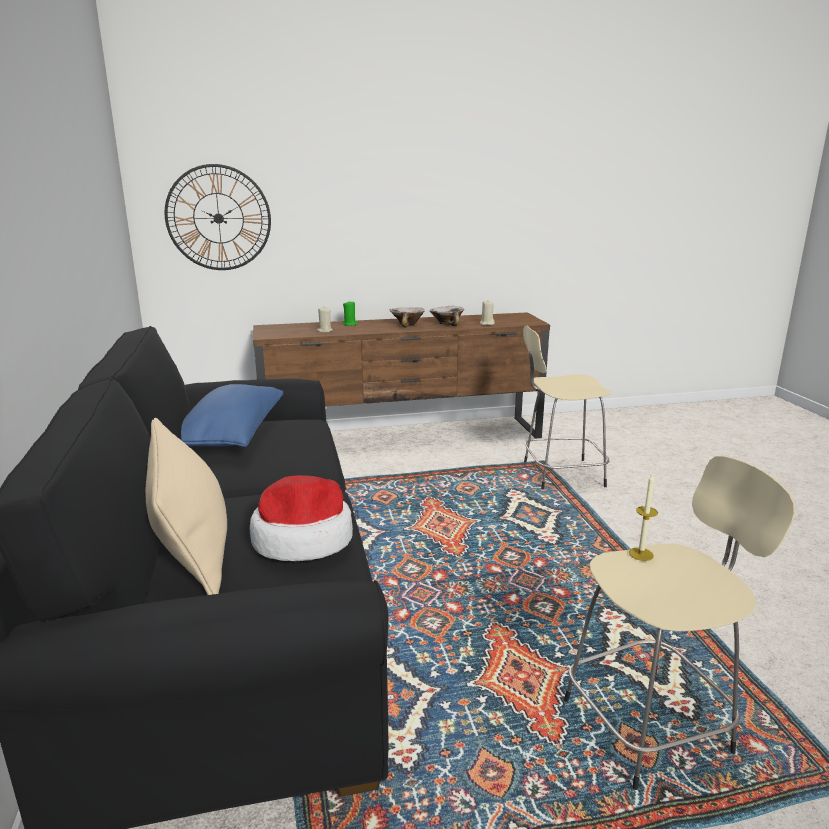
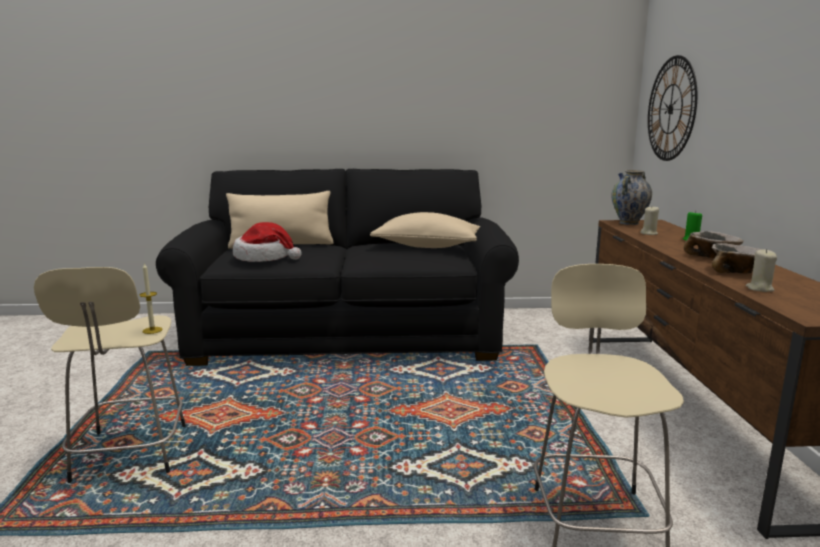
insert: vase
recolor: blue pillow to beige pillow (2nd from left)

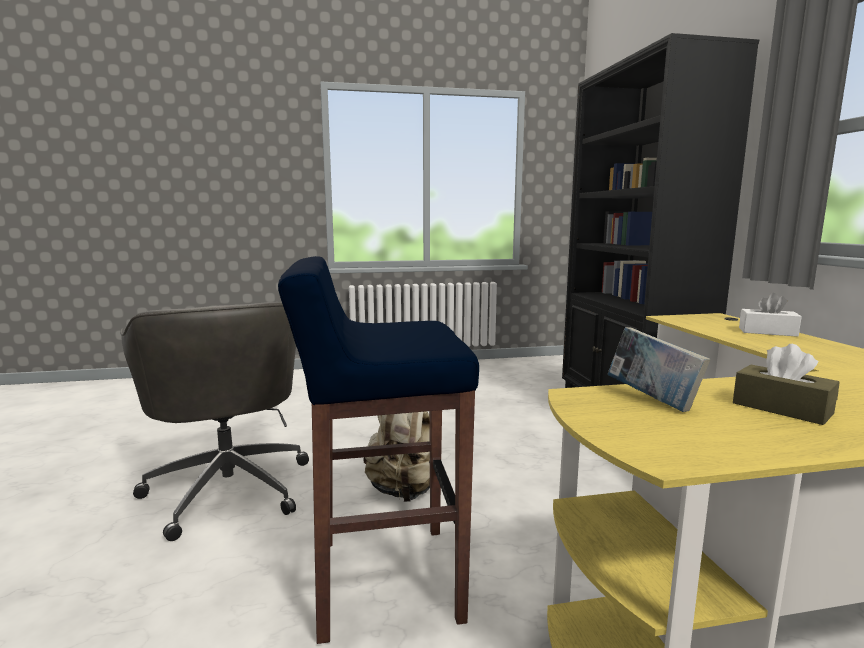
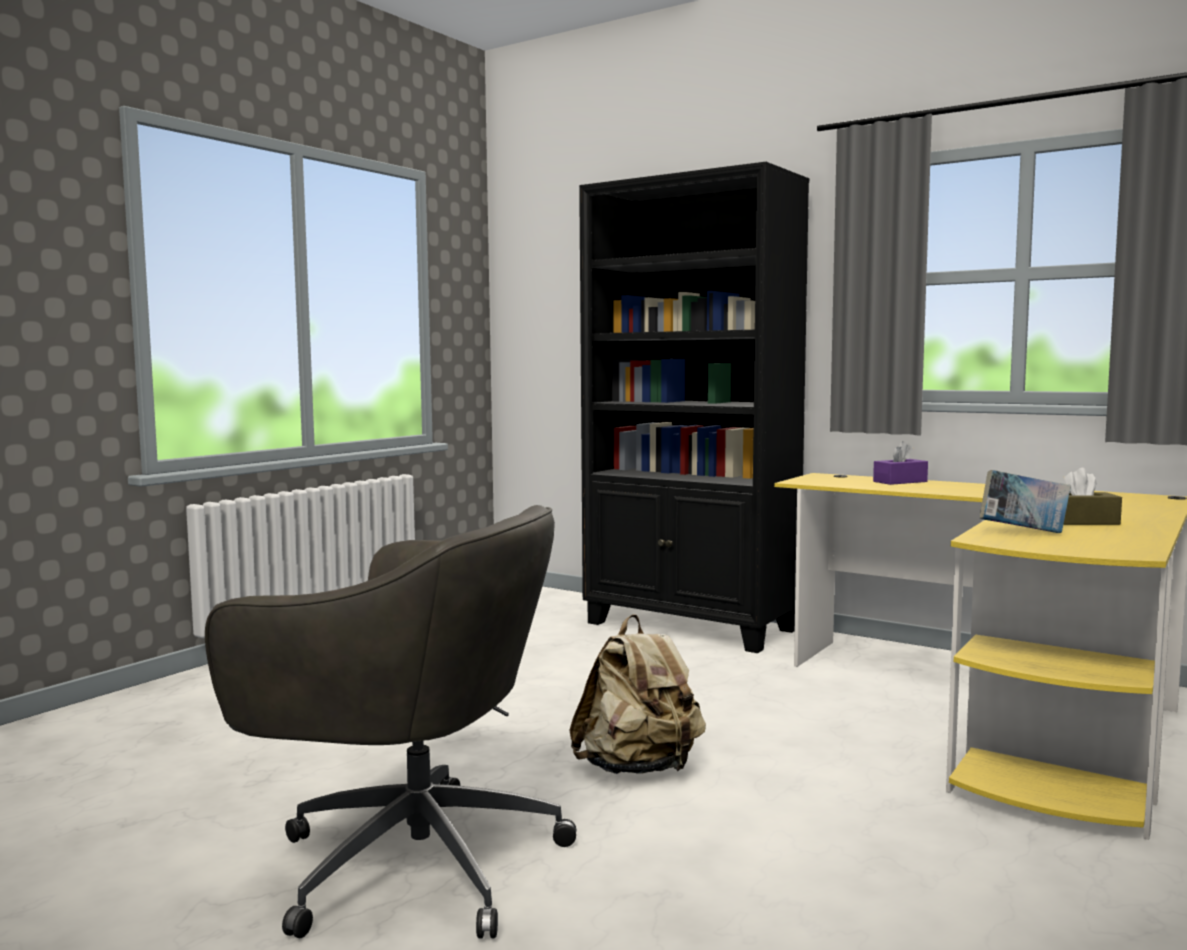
delete: blue stool
recolor: white tissue box to purple tissue box

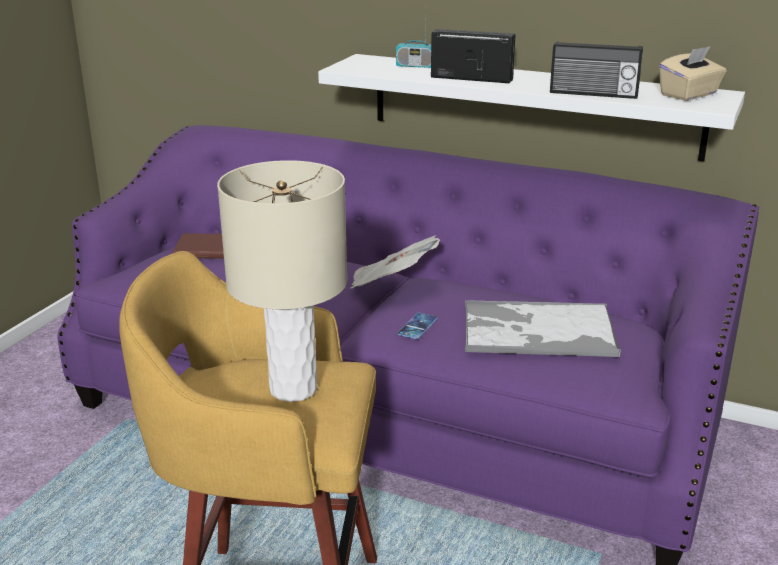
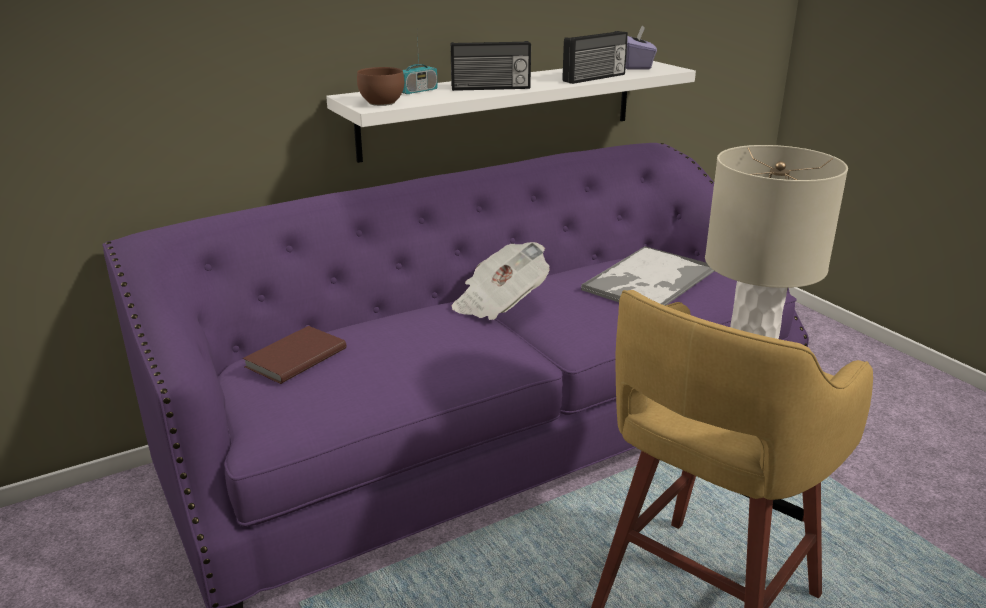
delete: phone
insert: brown bowl
recolor: beige tissue box to purple tissue box
rotate: radio (2nd from left) 150 degrees counterclockwise

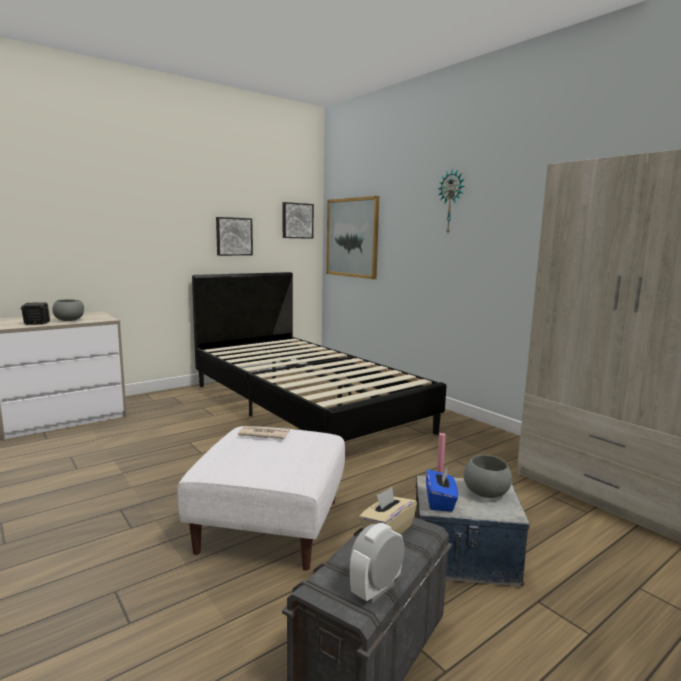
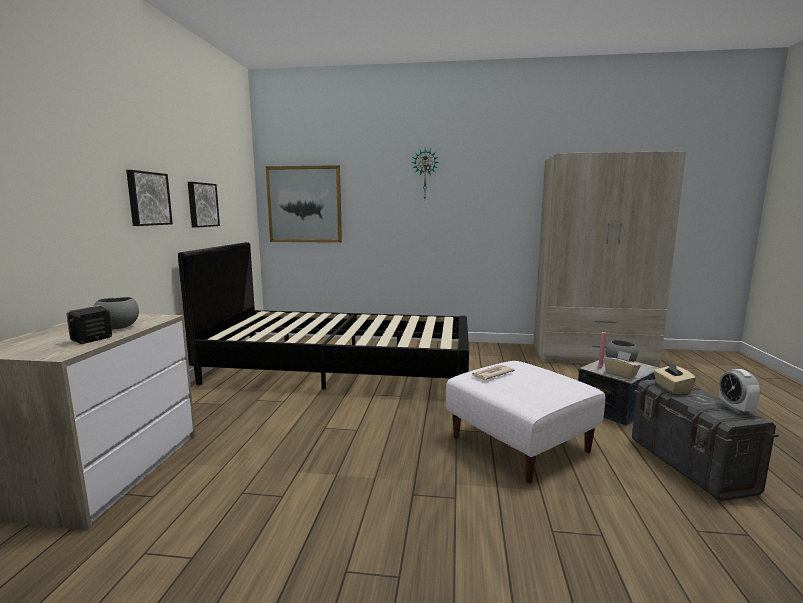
move: picture (2nd from left in the first image) to picture (1st from left)
recolor: blue tissue box to beige tissue box (1st from left)

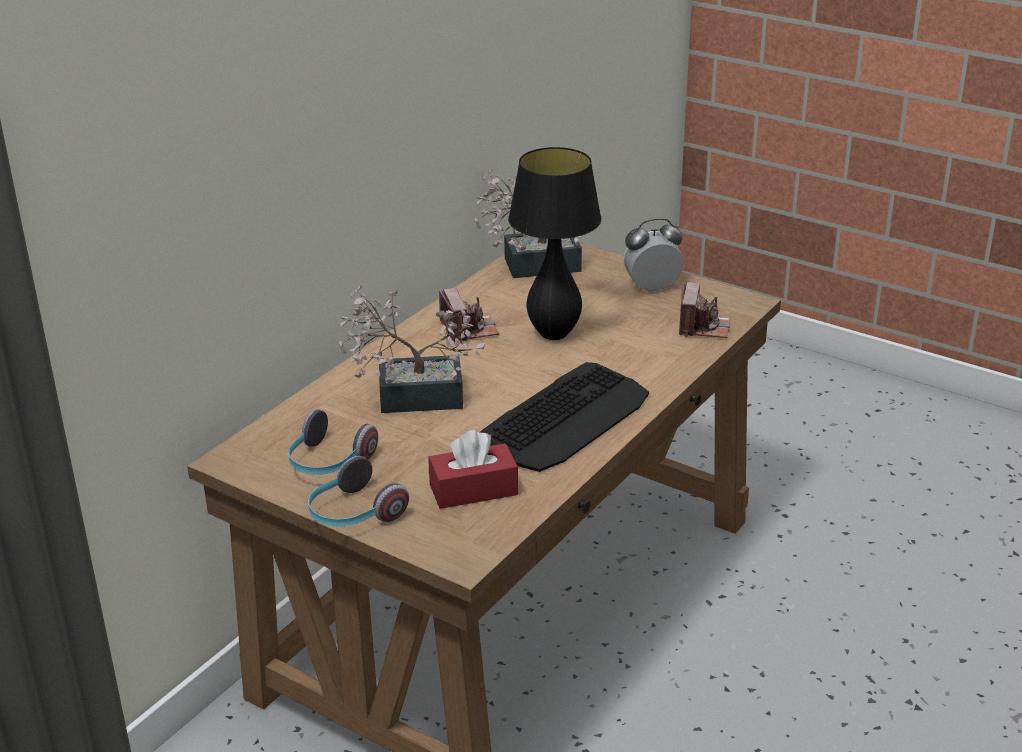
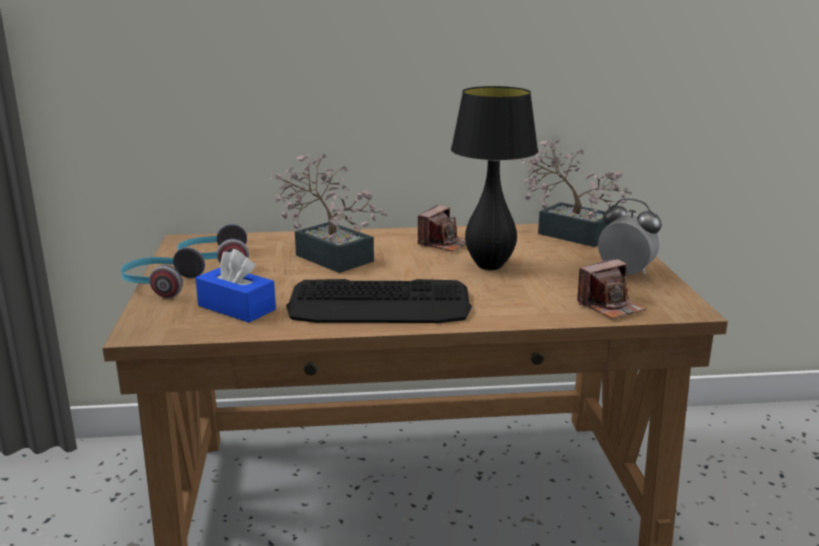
recolor: red tissue box to blue tissue box

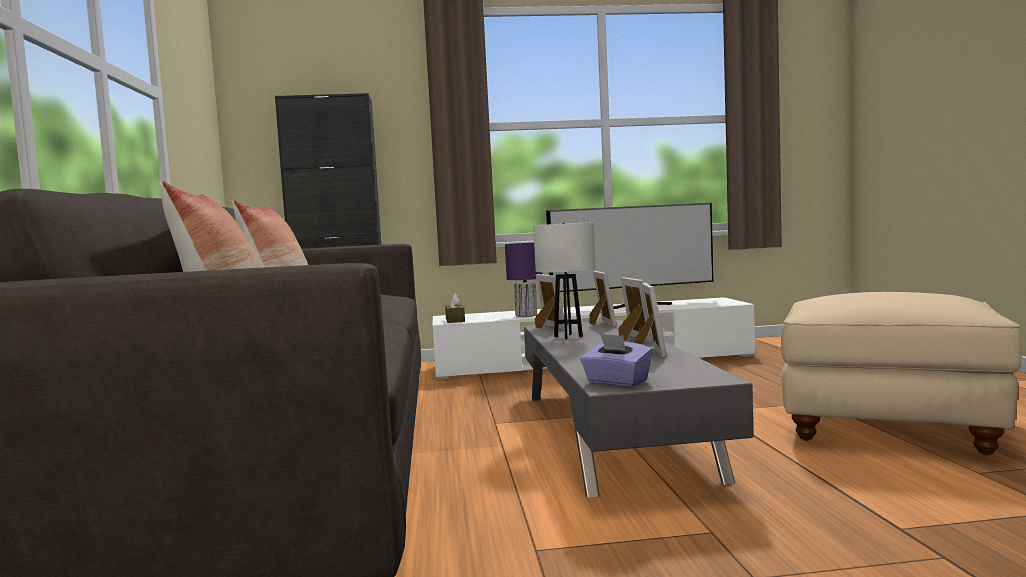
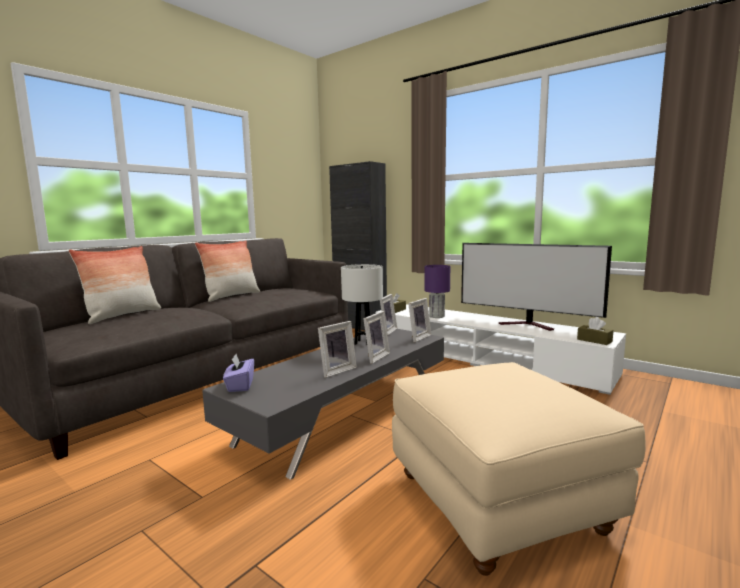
insert: brown tissue box (2nd from left)

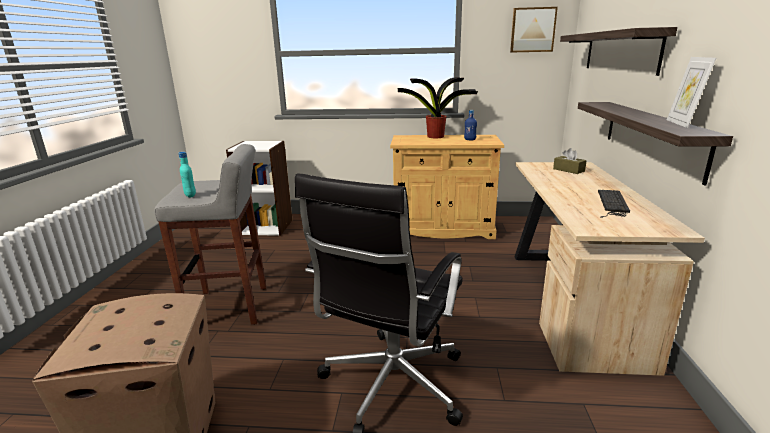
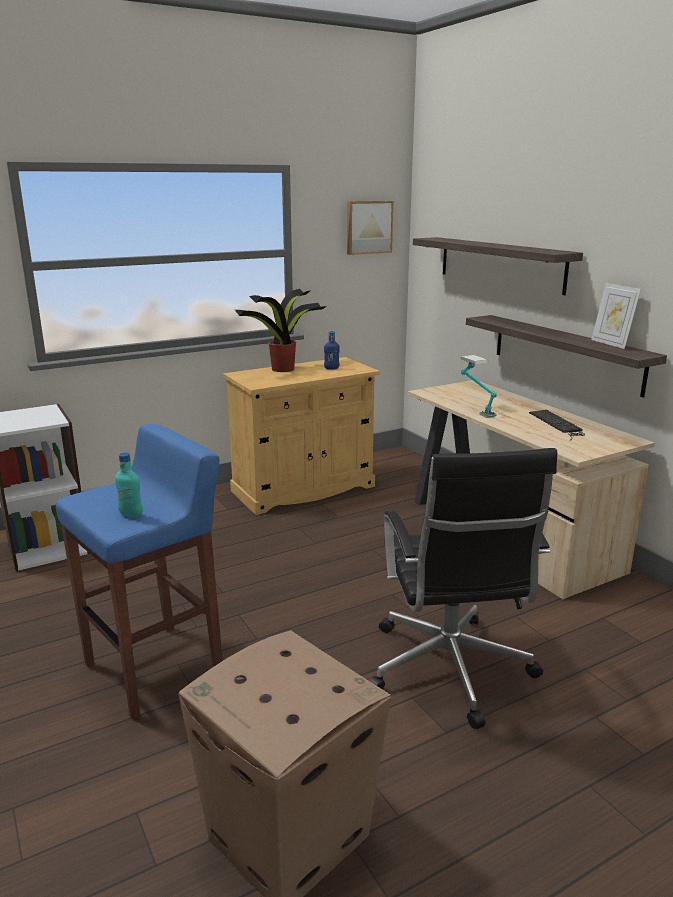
delete: brown tissue box
insert: table lamp
recolor: grey stool to blue stool

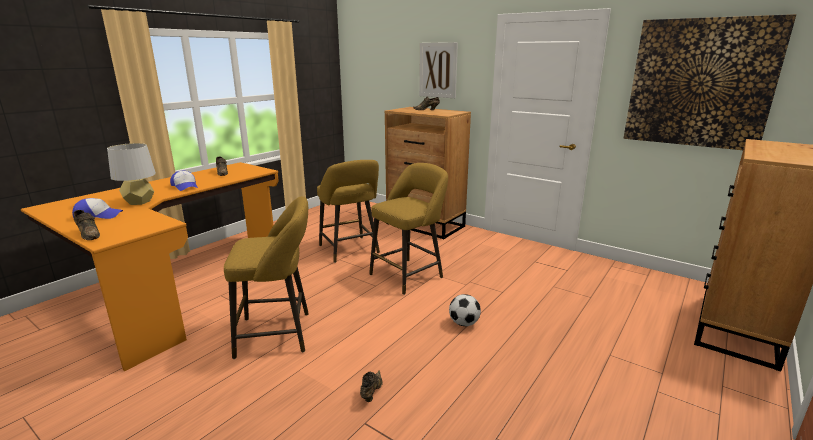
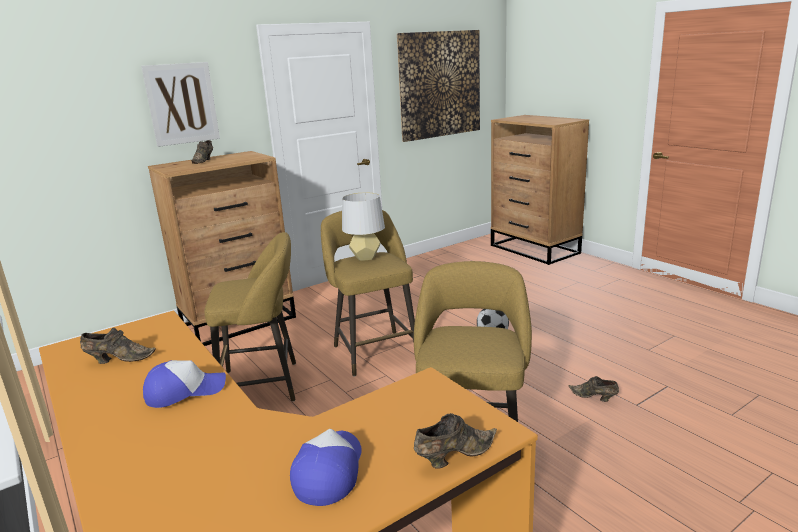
move: grey table lamp

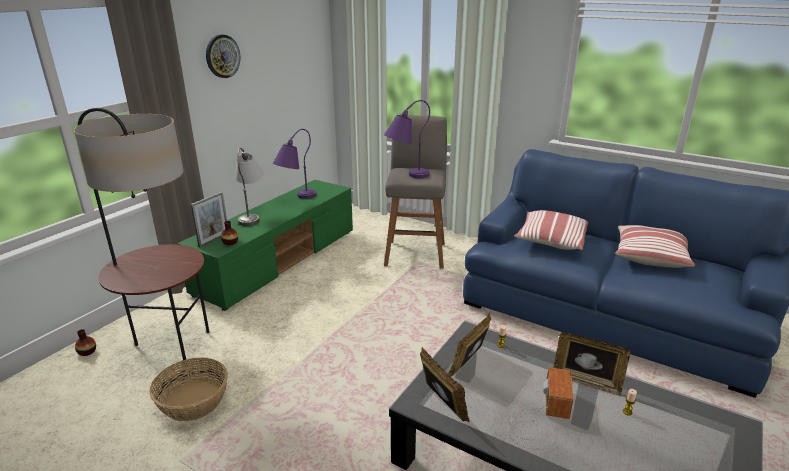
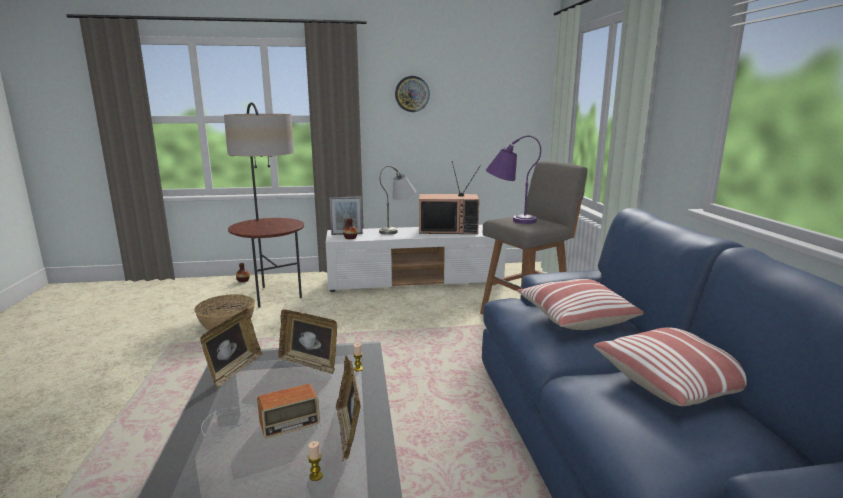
replace: purple table lamp (1st from left) to television
recolor: green tv stand to white tv stand
rotate: picture frame (3rd from left in the first image) 150 degrees counterclockwise

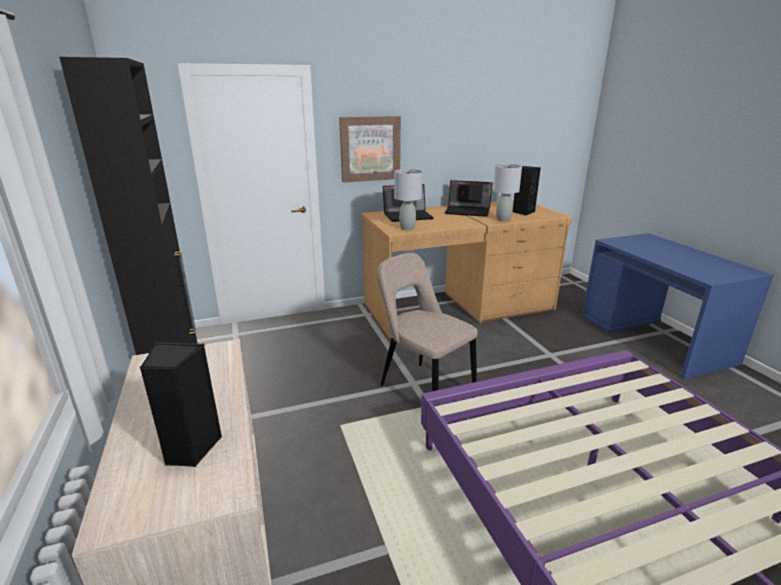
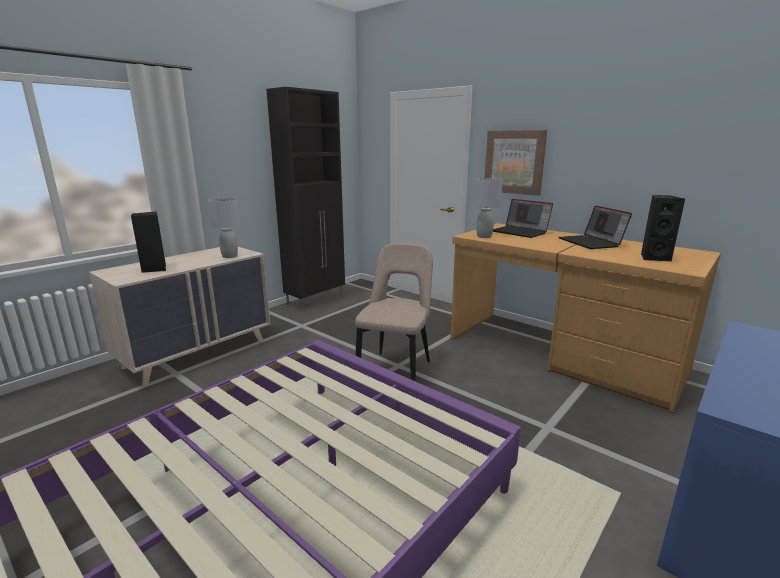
move: grey table lamp (2nd from left in the first image) to grey table lamp (1st from left)

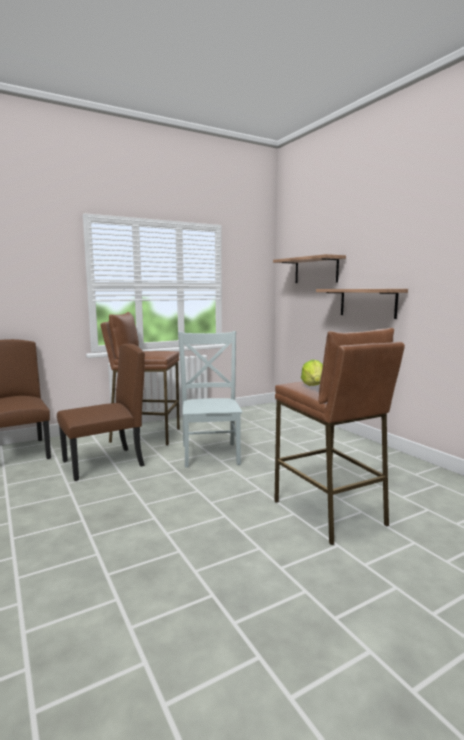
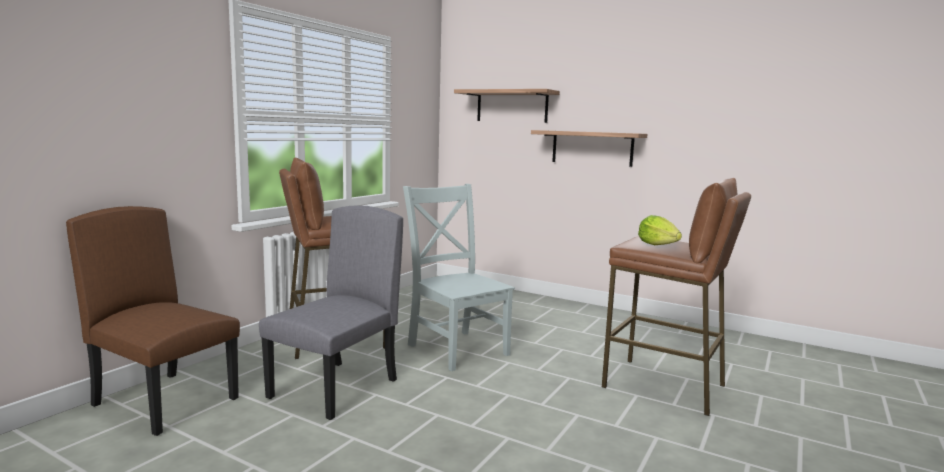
recolor: brown chair (2nd from left) to grey chair (1st from left)

